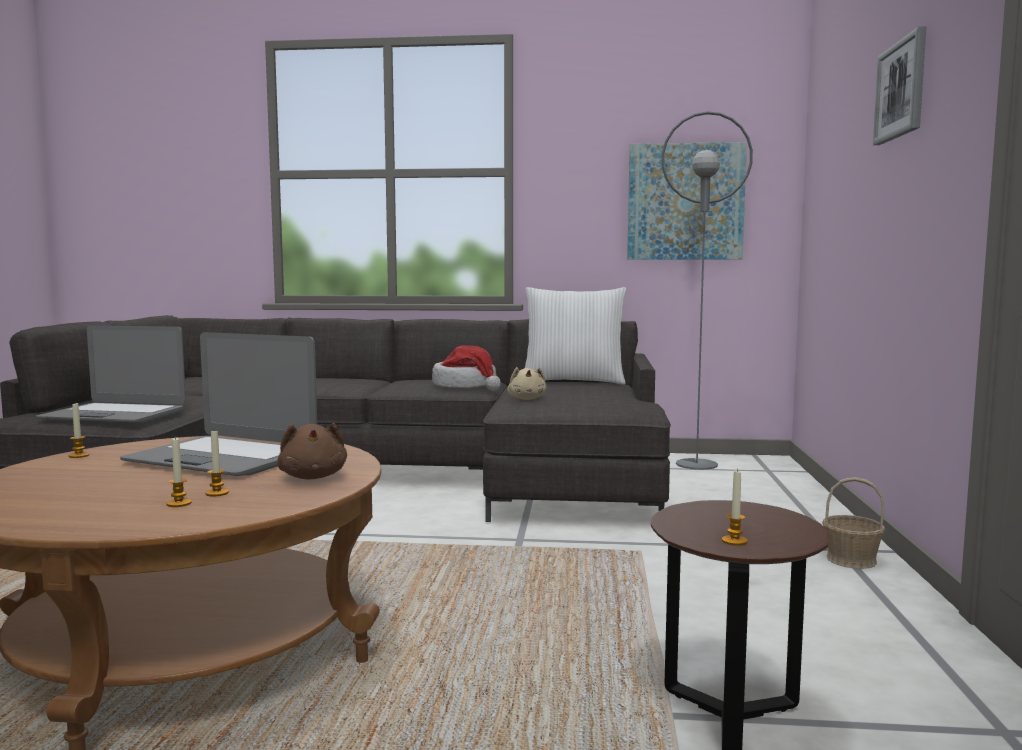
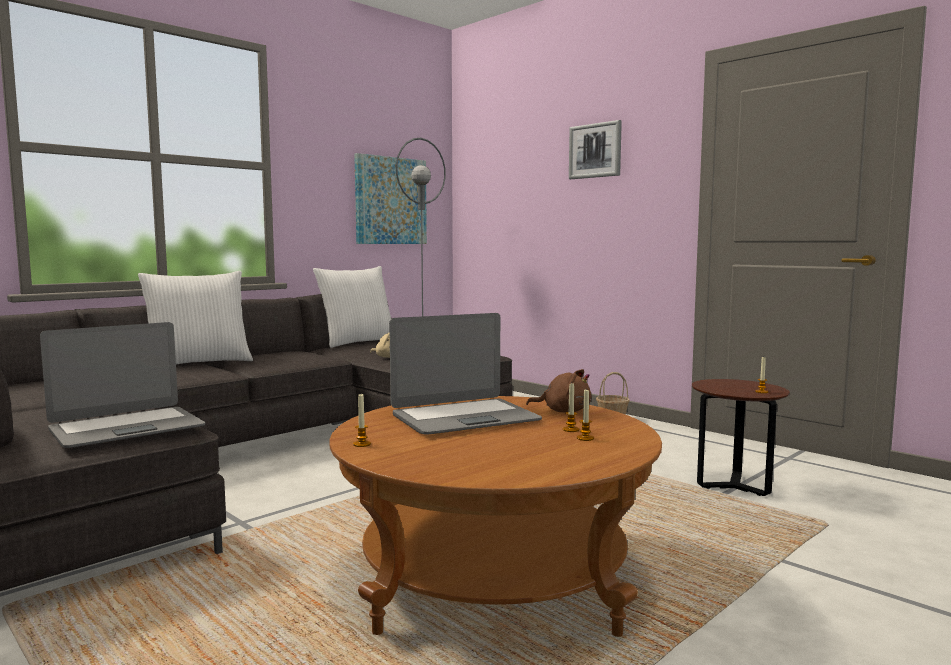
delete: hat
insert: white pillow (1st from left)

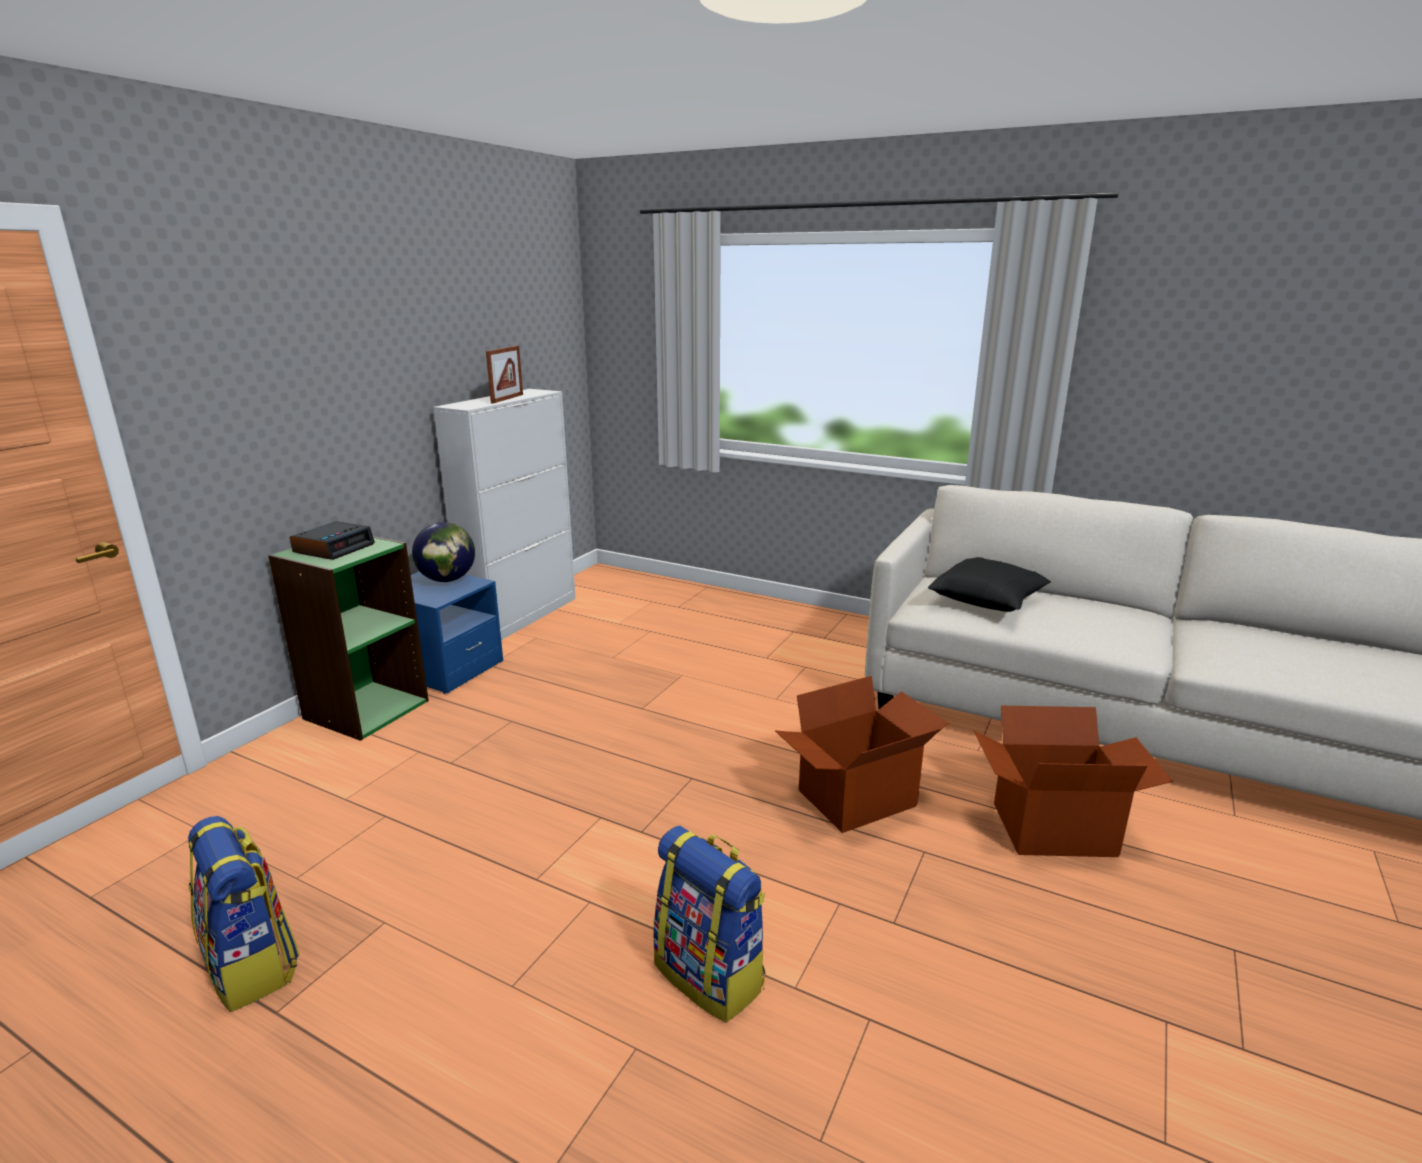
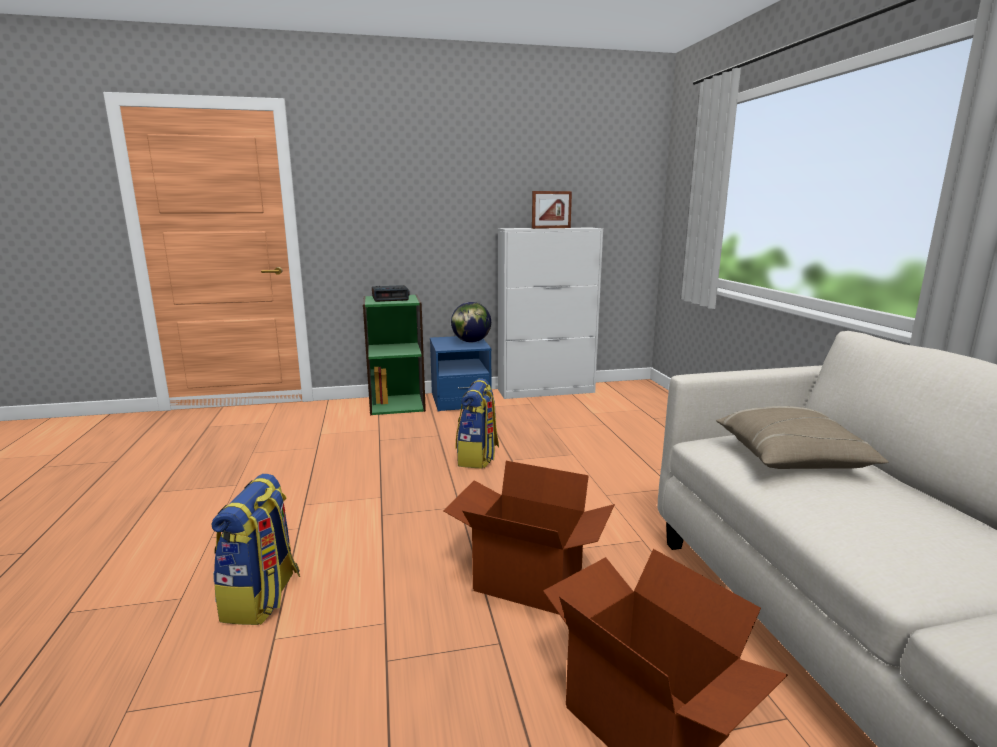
move: backpack (1st from left in the first image) to backpack (2nd from left)
recolor: black pillow to beige pillow

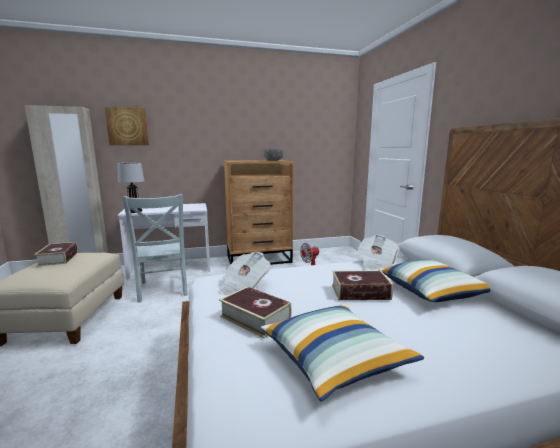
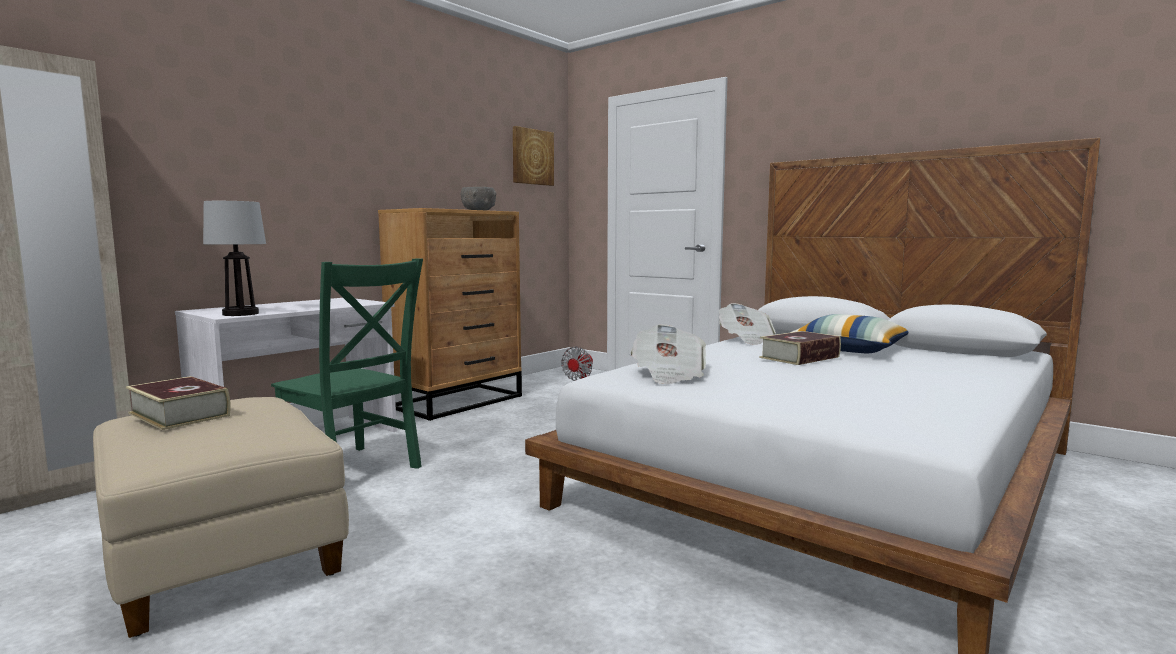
delete: book (2nd from left); pillow (1st from left)
move: picture
recolor: grey chair to green chair

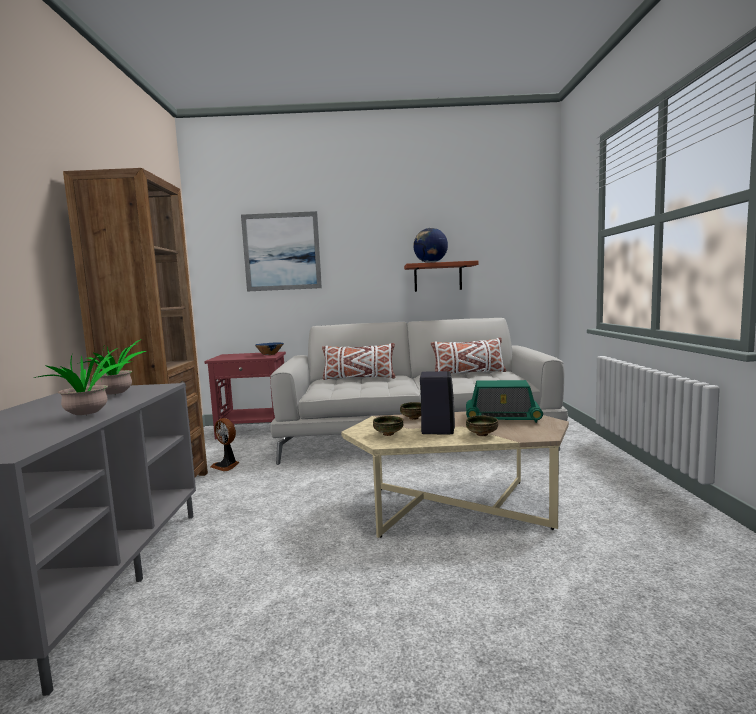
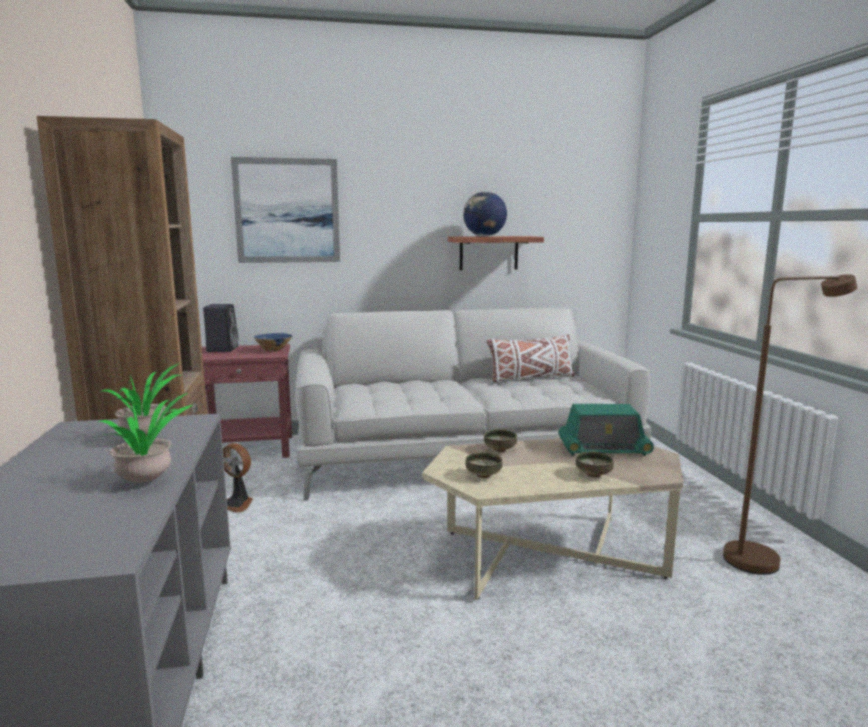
delete: white pillow (1st from left)
insert: brown floor lamp
move: black speaker

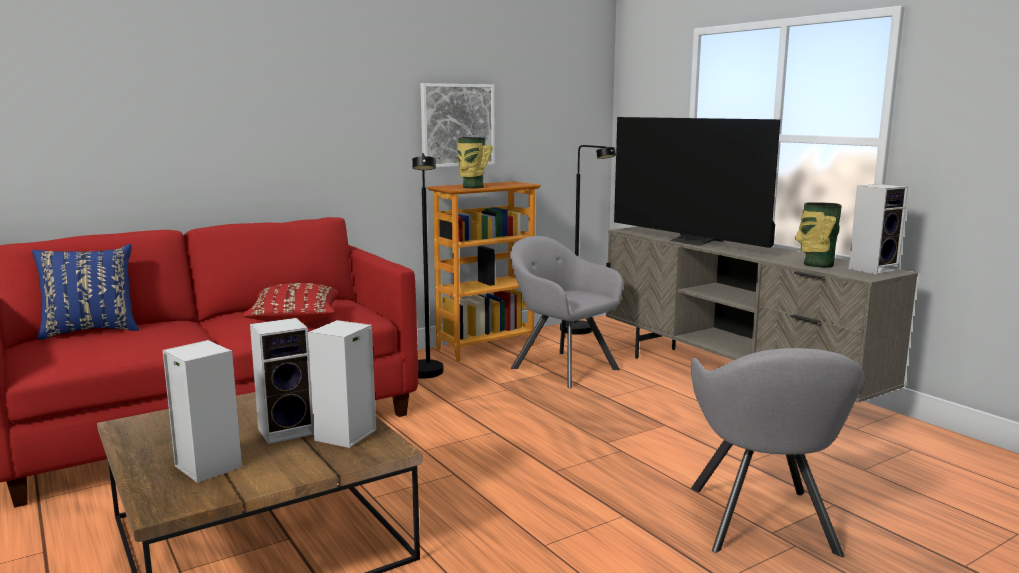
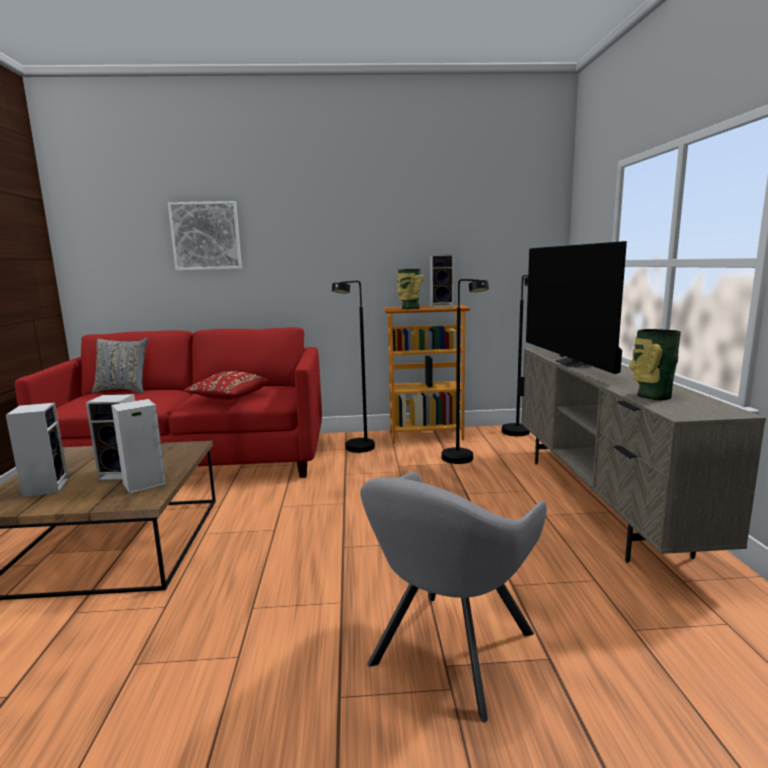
move: picture; speaker (4th from left)
replace: grey armchair (1st from left) to black floor lamp (2nd from left)
recolor: blue pillow to grey pillow

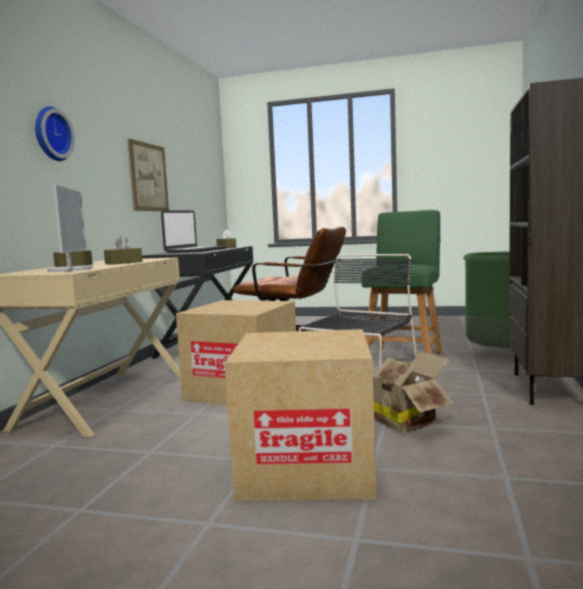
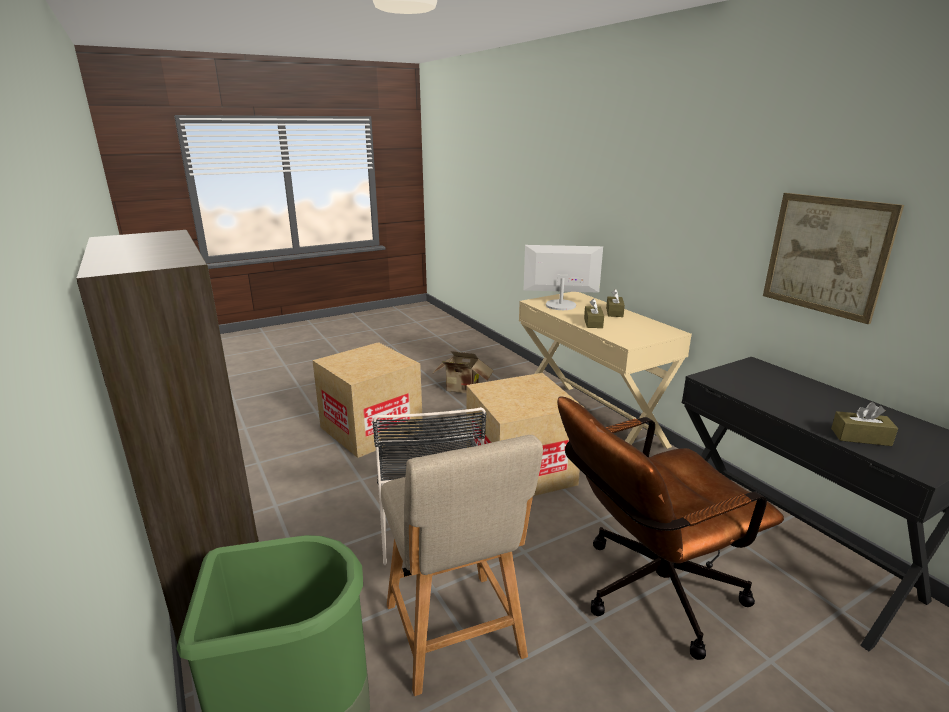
delete: wall clock; laptop
move: cardboard box (3rd from left in the first image) to cardboard box (2nd from left)
recolor: green chair to beige chair
rotate: monitor 150 degrees clockwise

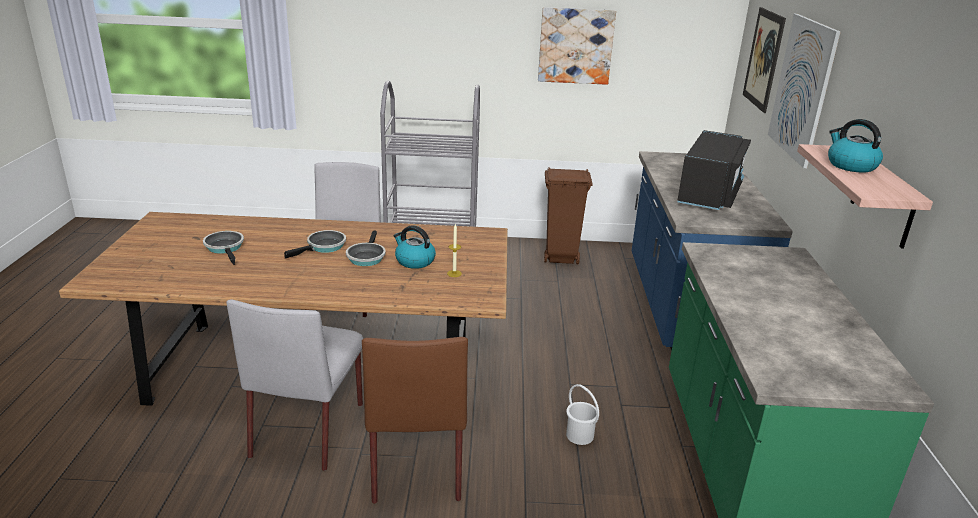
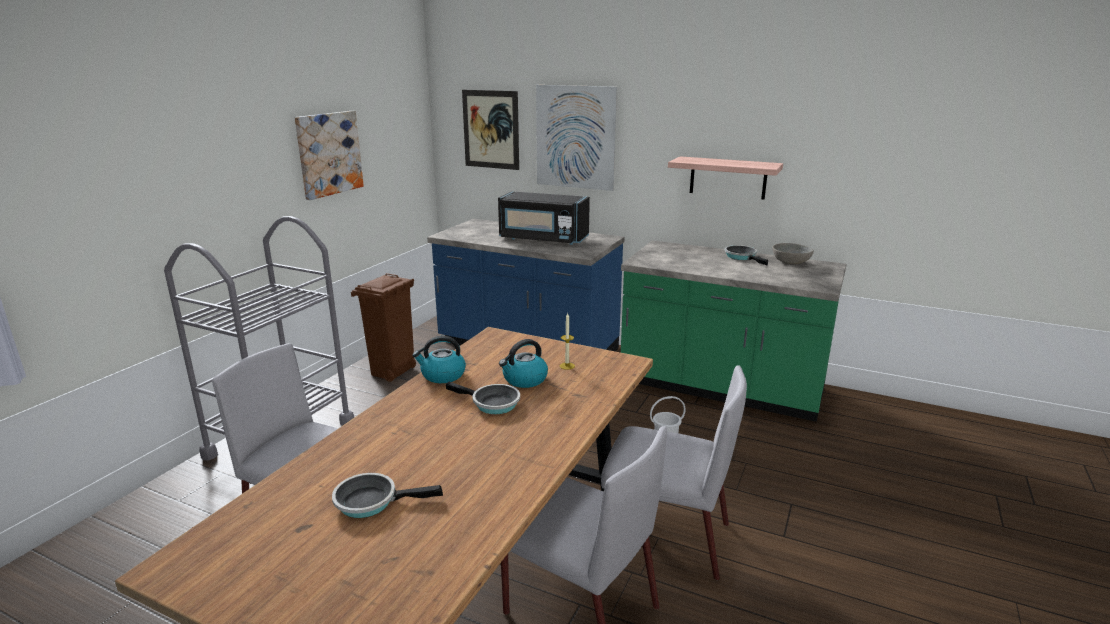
insert: grey bowl
move: kettle (2nd from left in the first image) to kettle (1st from left); frying pan (2nd from left in the first image) to frying pan (3rd from left)
recolor: brown chair to grey chair (3rd from left)
rotate: black microwave 150 degrees clockwise

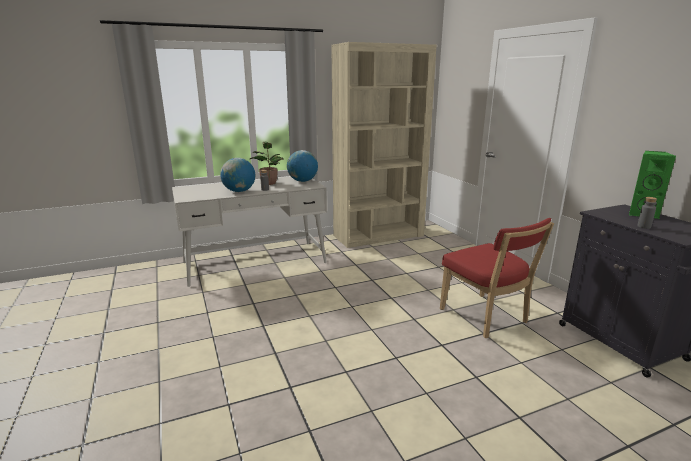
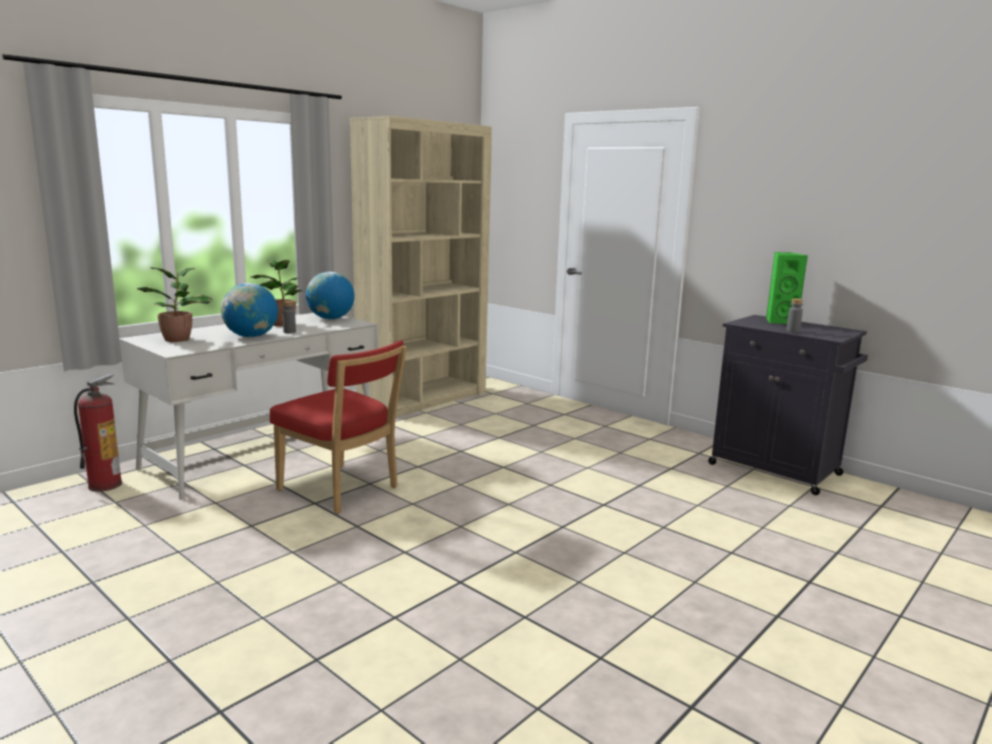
insert: fire extinguisher; potted plant (1st from left)
move: red chair

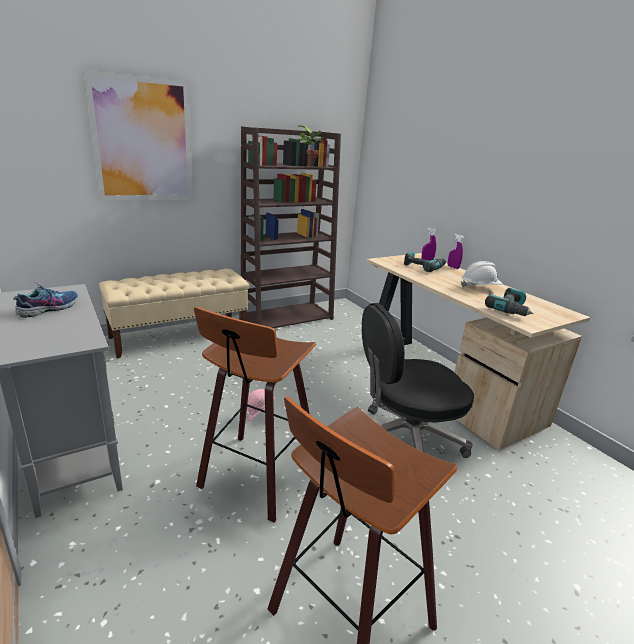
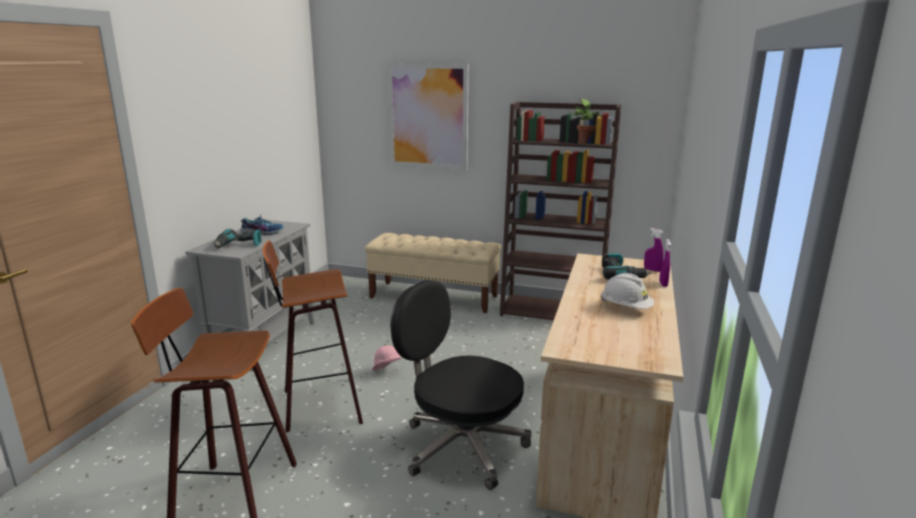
move: power drill (2nd from left in the first image) to power drill (1st from left)

